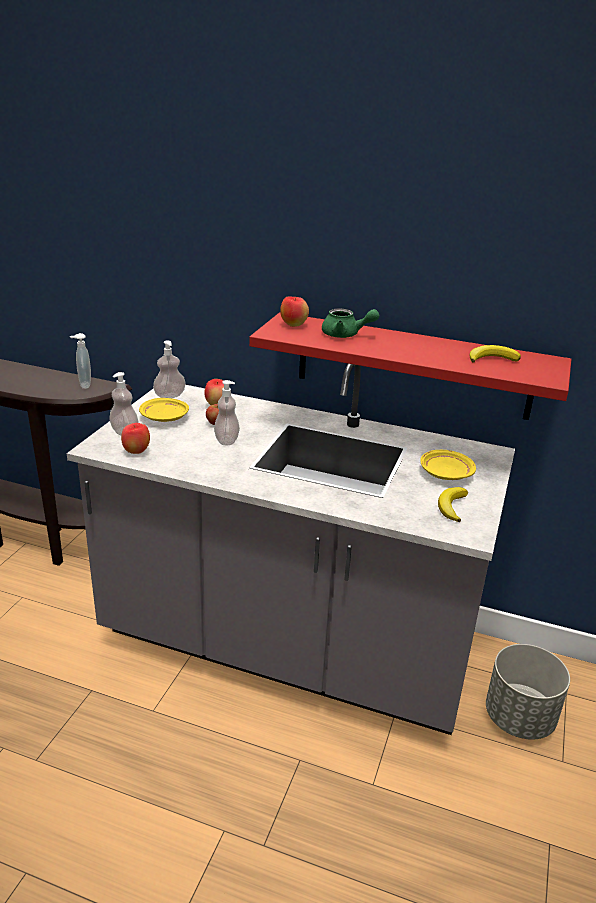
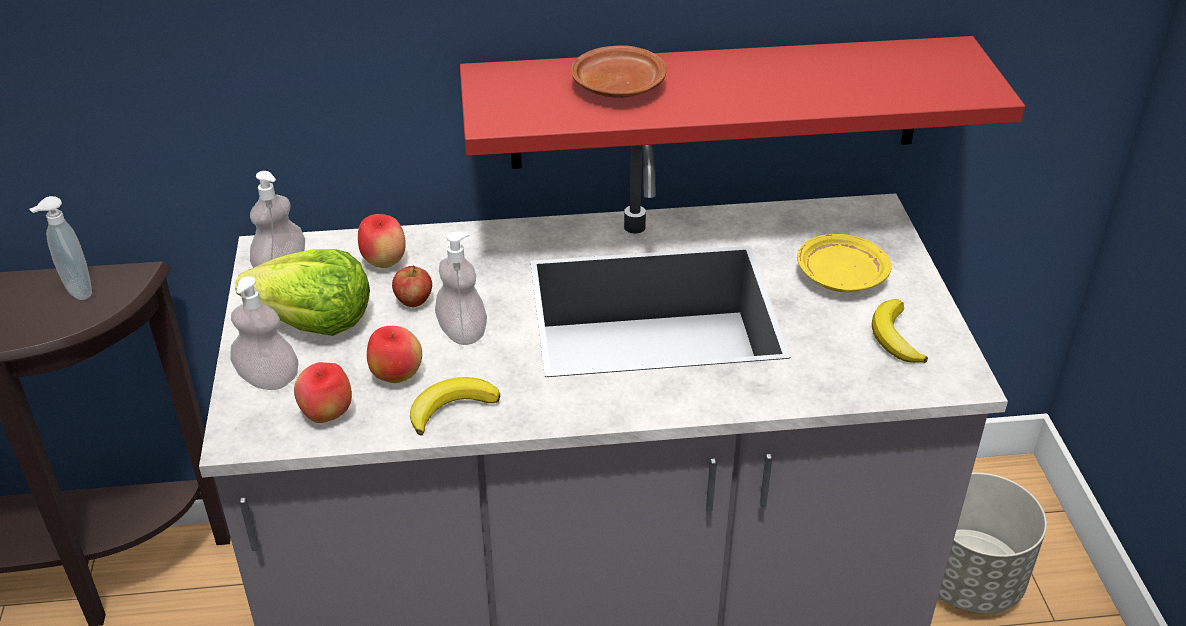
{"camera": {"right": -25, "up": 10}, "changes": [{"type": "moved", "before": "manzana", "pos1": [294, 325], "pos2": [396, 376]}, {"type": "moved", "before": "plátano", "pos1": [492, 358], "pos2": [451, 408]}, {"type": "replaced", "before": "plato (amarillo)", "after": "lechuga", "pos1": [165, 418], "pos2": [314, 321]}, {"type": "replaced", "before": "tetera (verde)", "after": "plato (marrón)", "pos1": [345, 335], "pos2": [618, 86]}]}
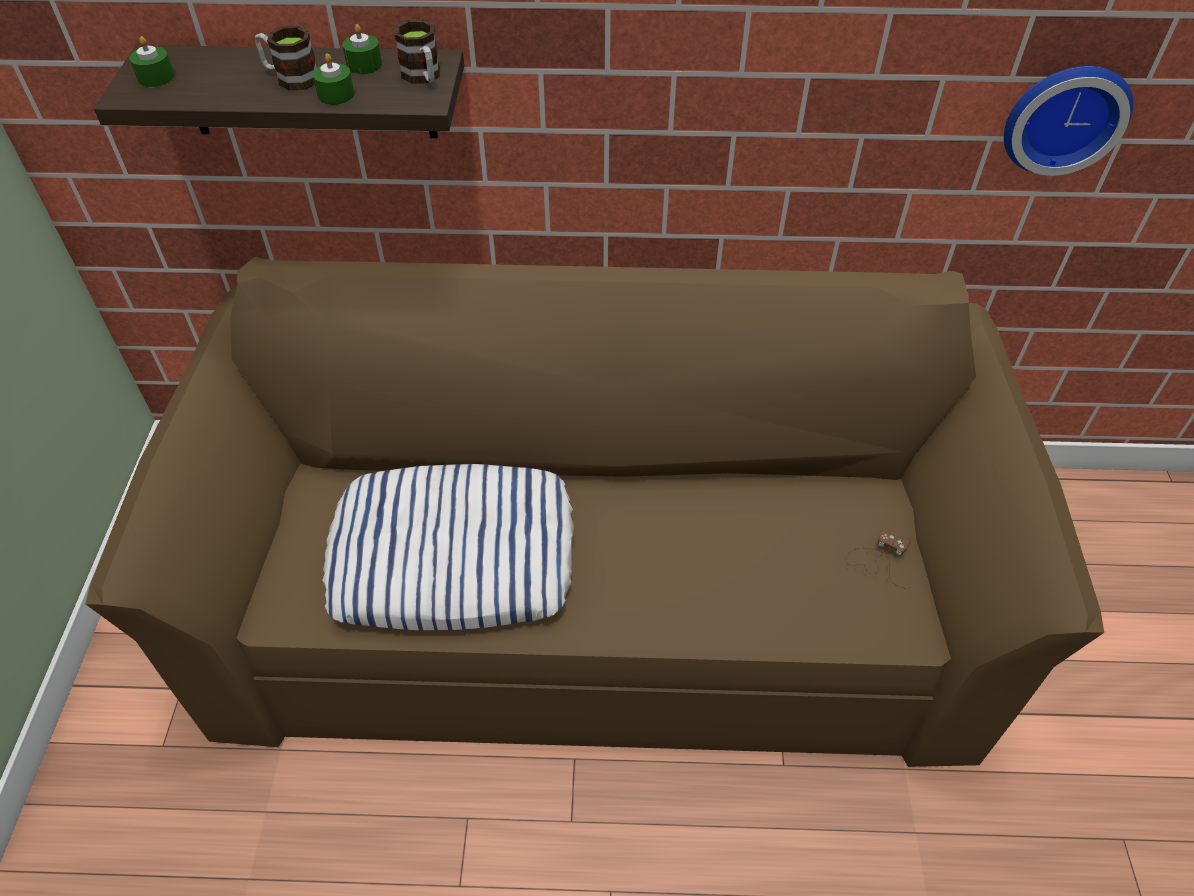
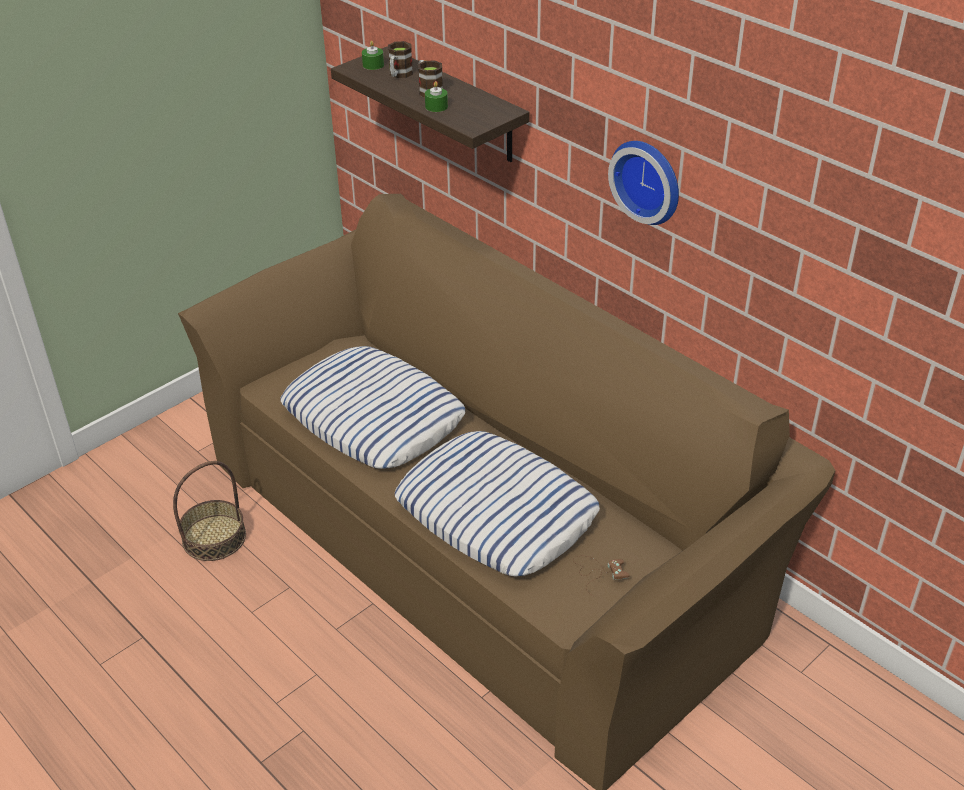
{"camera": {"right": 45, "up": -10}, "changes": [{"type": "removed", "before": "vela (verde)", "pos1": [364, 65]}, {"type": "added", "after": "cesta", "pos2": [214, 537]}, {"type": "added", "after": "cojín", "pos2": [497, 512]}, {"type": "moved", "before": "taza grande", "pos1": [424, 77], "pos2": [399, 75]}, {"type": "moved", "before": "reloj de pared", "pos1": [1064, 116], "pos2": [649, 180]}]}
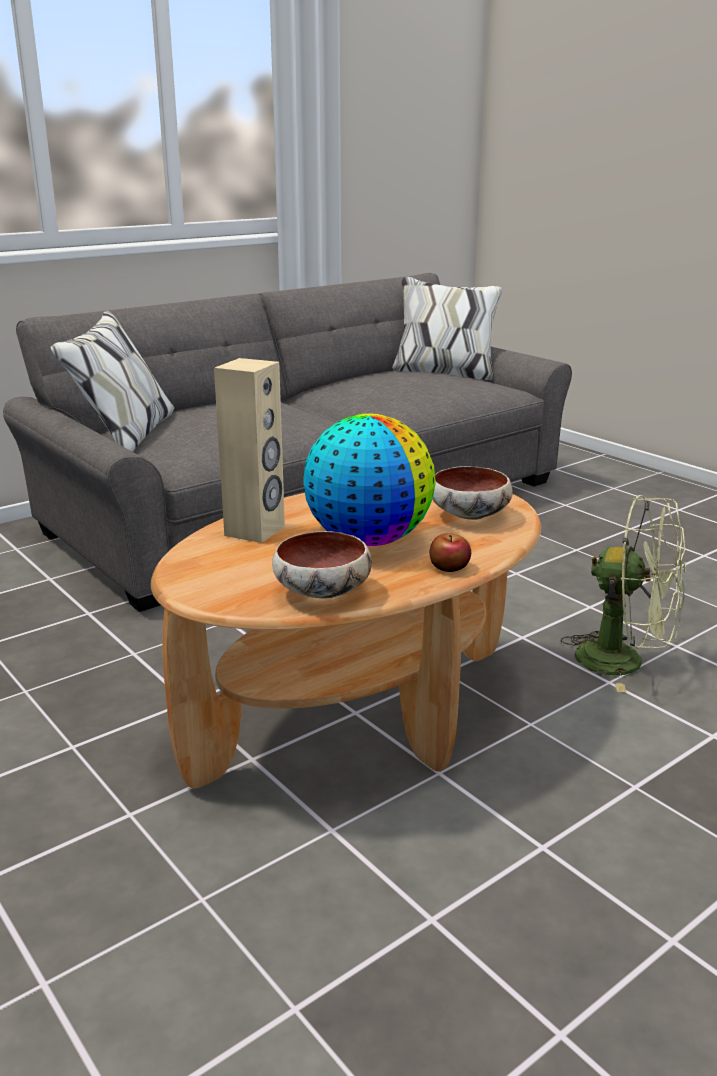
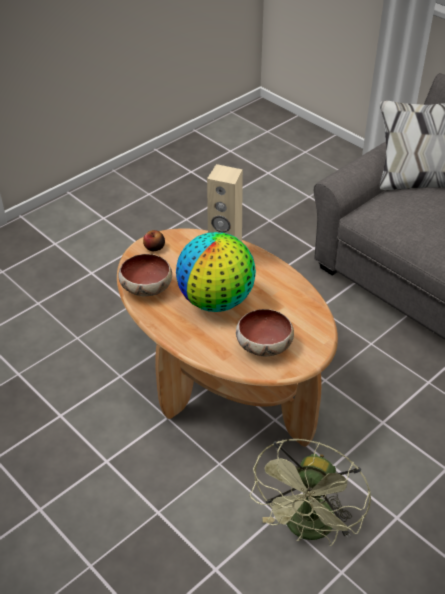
{"camera": {"right": 85, "up": 20}, "changes": [{"type": "moved", "before": "manzana", "pos1": [449, 567], "pos2": [154, 247]}]}
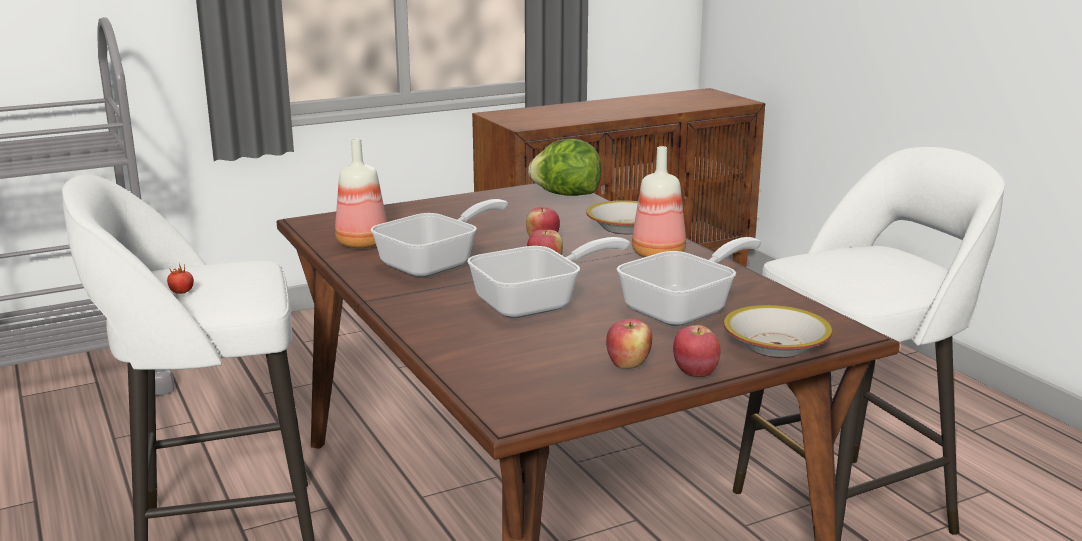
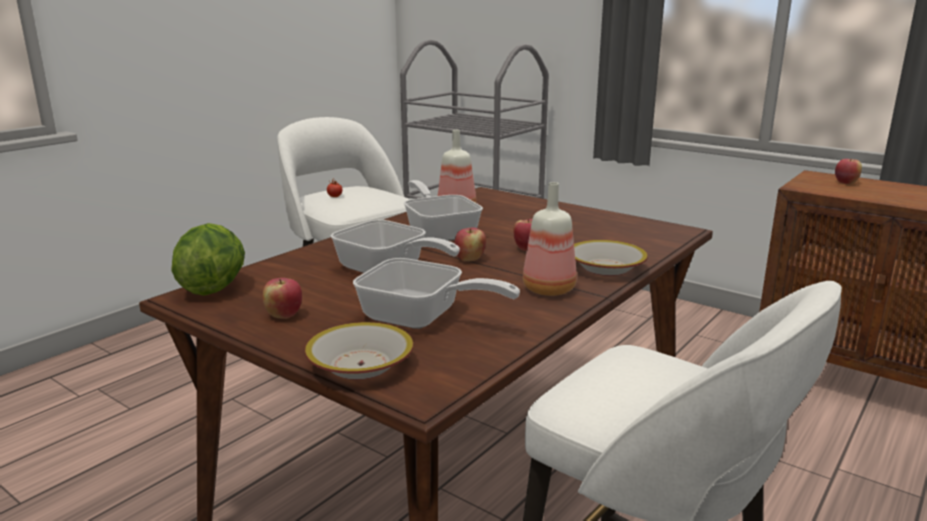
{"camera": {"right": 65, "up": 0}, "changes": [{"type": "moved", "before": "lechuga", "pos1": [566, 195], "pos2": [213, 288]}, {"type": "moved", "before": "manzana", "pos1": [695, 373], "pos2": [845, 183]}, {"type": "turned", "before": "sartén", "pos1": [437, 263], "pos2": [440, 232], "turn": -135}]}
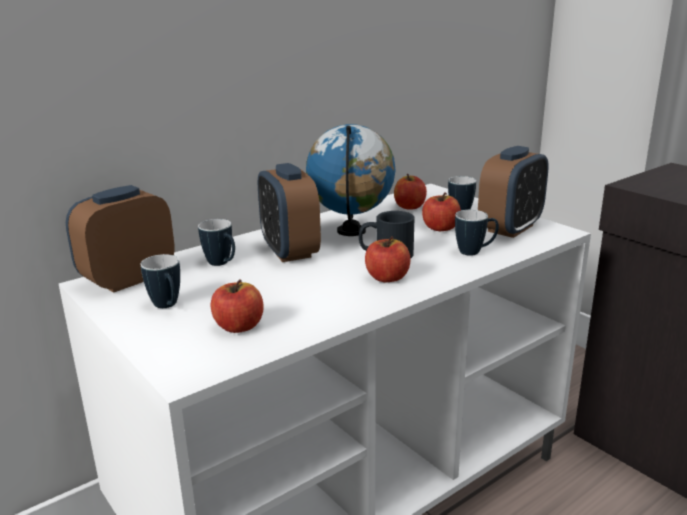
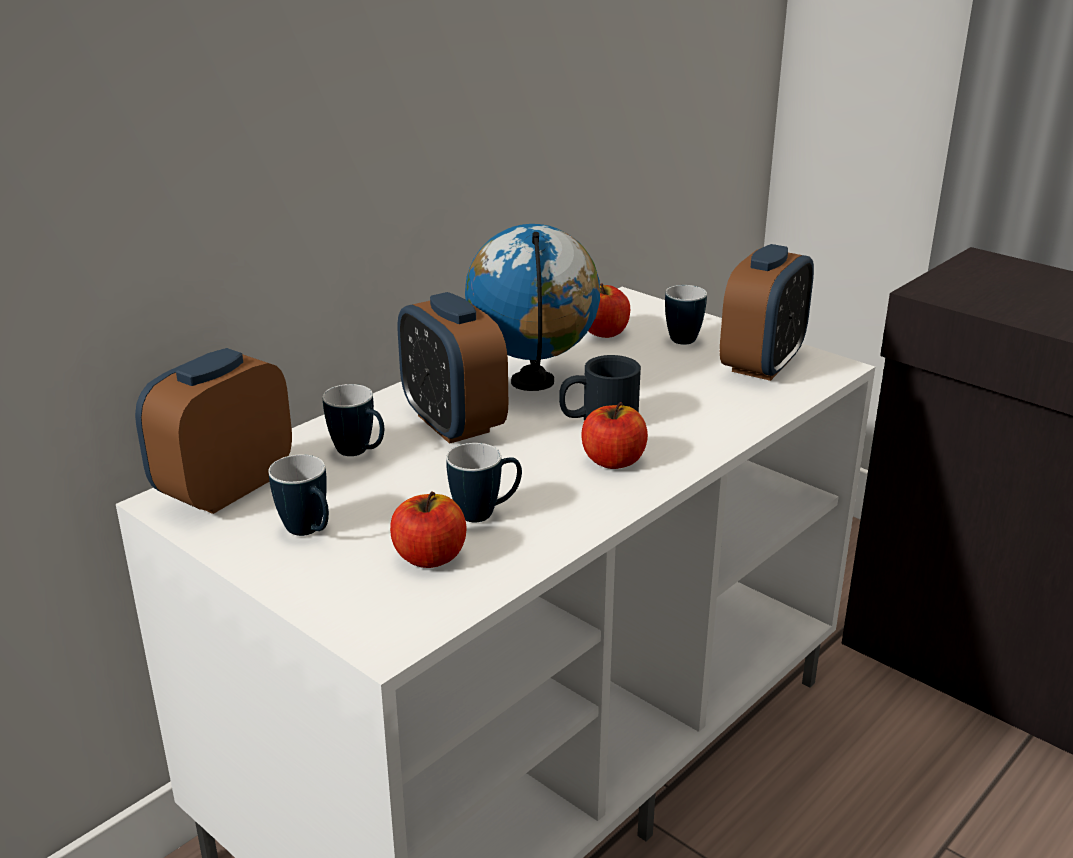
{"camera": {"right": -10, "up": 5}, "changes": [{"type": "removed", "before": "manzana", "pos1": [440, 228]}, {"type": "moved", "before": "taza grande", "pos1": [475, 252], "pos2": [485, 513]}]}
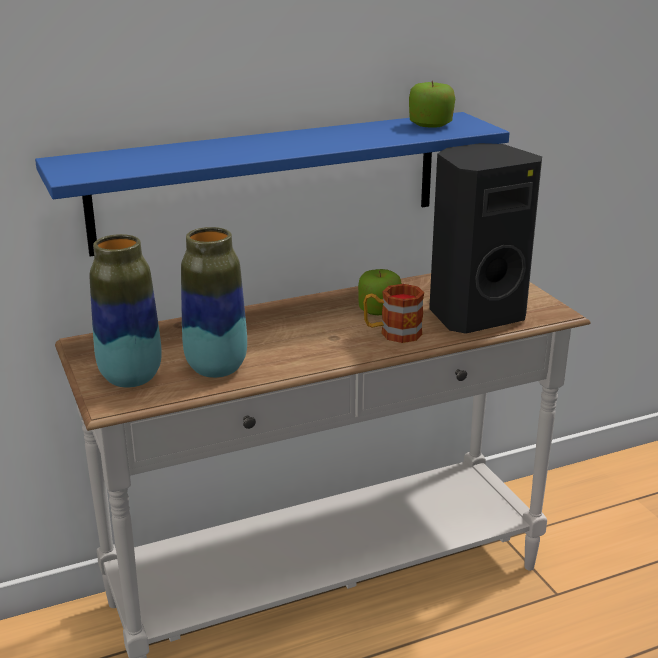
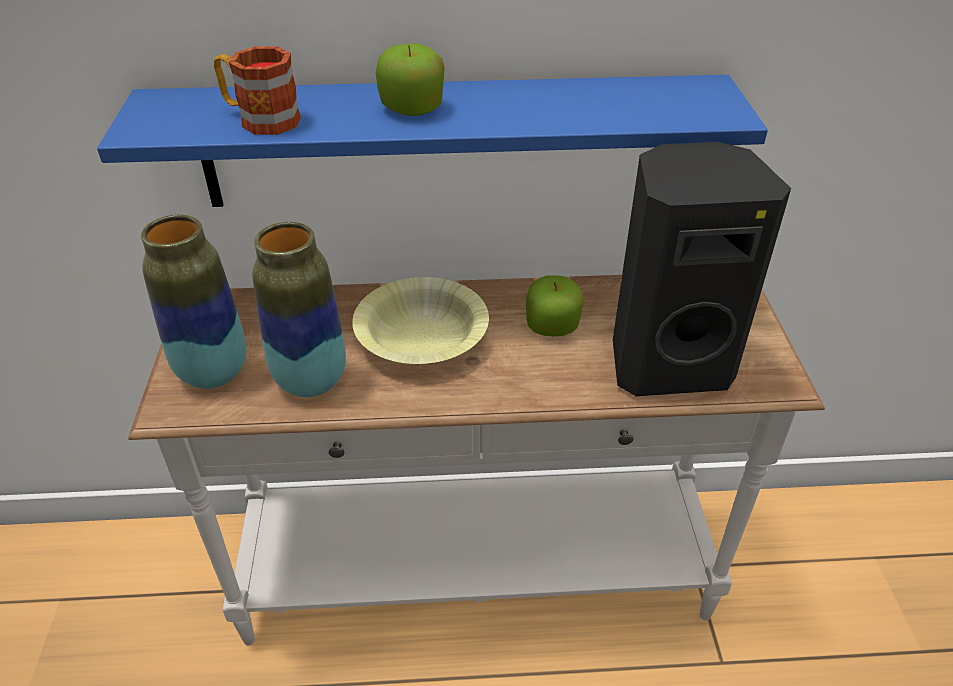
{"camera": {"right": 20, "up": 15}, "changes": [{"type": "added", "after": "cuenco (amarillo)", "pos2": [422, 337]}, {"type": "moved", "before": "taza grande", "pos1": [392, 333], "pos2": [260, 119]}, {"type": "moved", "before": "manzana", "pos1": [430, 125], "pos2": [412, 109]}]}
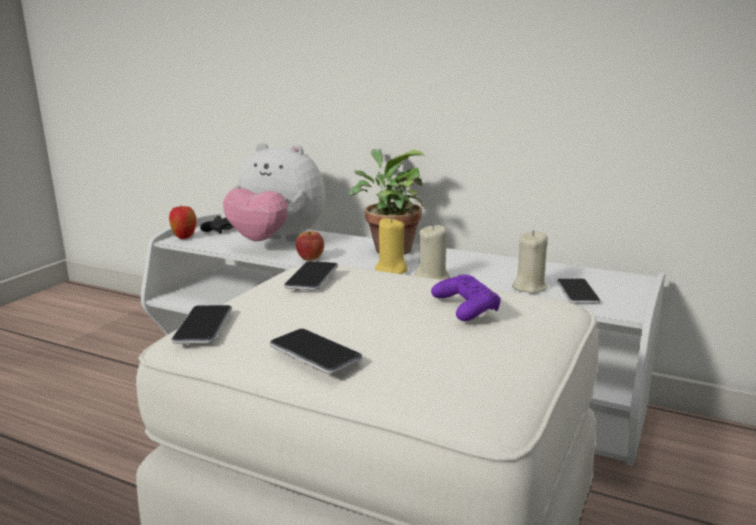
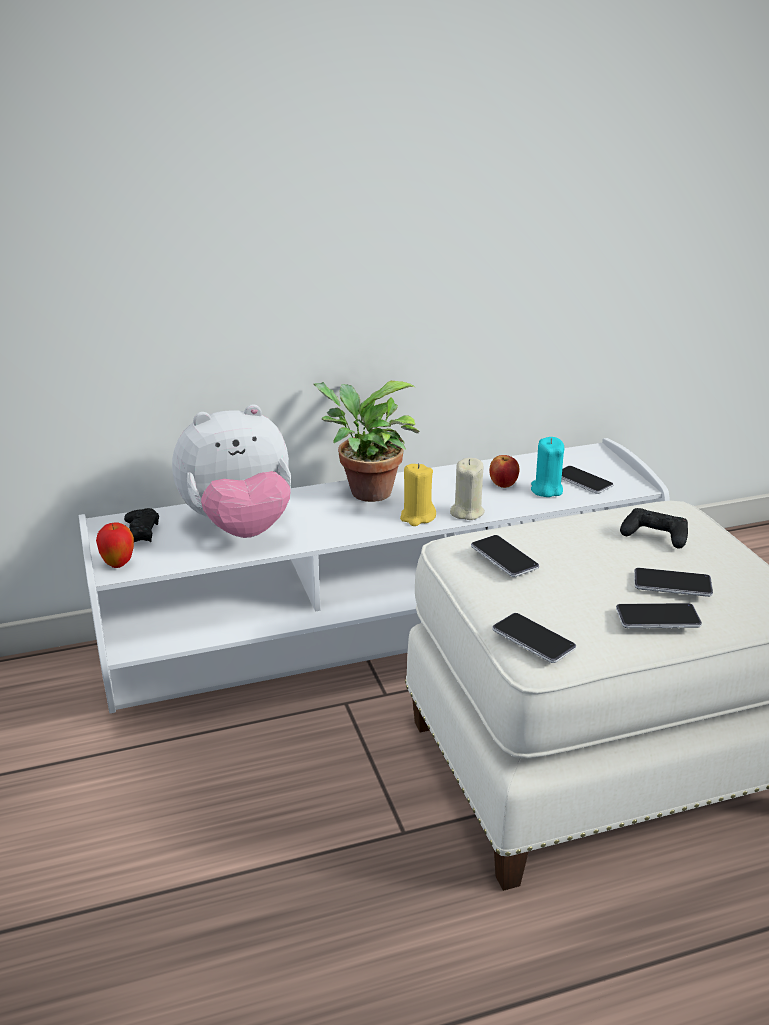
{"camera": {"right": -45, "up": 10}, "changes": [{"type": "added", "after": "móvil", "pos2": [672, 584]}, {"type": "moved", "before": "manzana", "pos1": [311, 259], "pos2": [503, 484]}, {"type": "recoloured", "before": "mando de consola (morado)", "after": "mando de consola (negro)", "pos1": [465, 306], "pos2": [655, 535]}, {"type": "recoloured", "before": "vela (beis)", "after": "vela (turquesa)", "pos1": [529, 287], "pos2": [546, 490]}]}
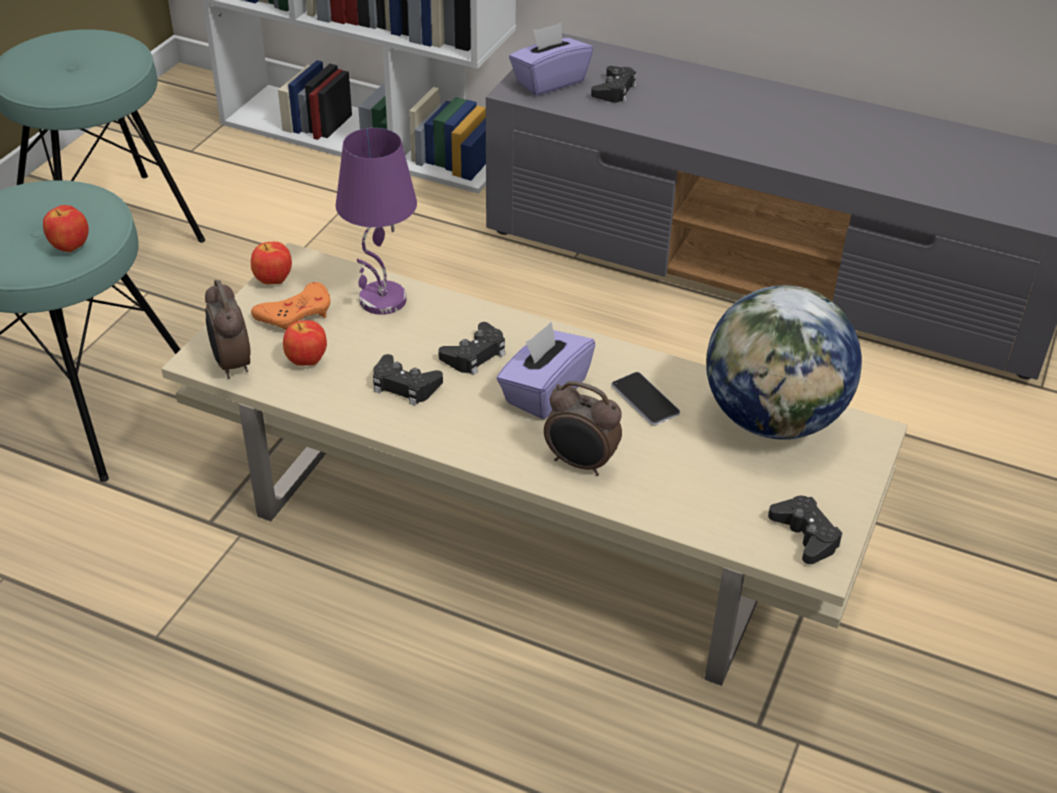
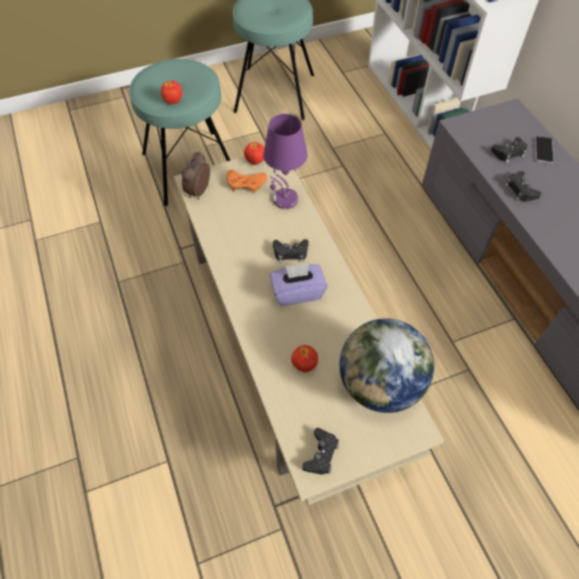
{"camera": {"right": 45, "up": 15}, "changes": [{"type": "removed", "before": "caja de pañuelos (morado)", "pos1": [549, 81]}, {"type": "removed", "before": "despertador", "pos1": [580, 463]}, {"type": "moved", "before": "manzana", "pos1": [306, 362], "pos2": [304, 365]}, {"type": "moved", "before": "mando de consola (negro)", "pos1": [405, 386], "pos2": [520, 190]}, {"type": "moved", "before": "móvil", "pos1": [645, 400], "pos2": [543, 150]}]}
